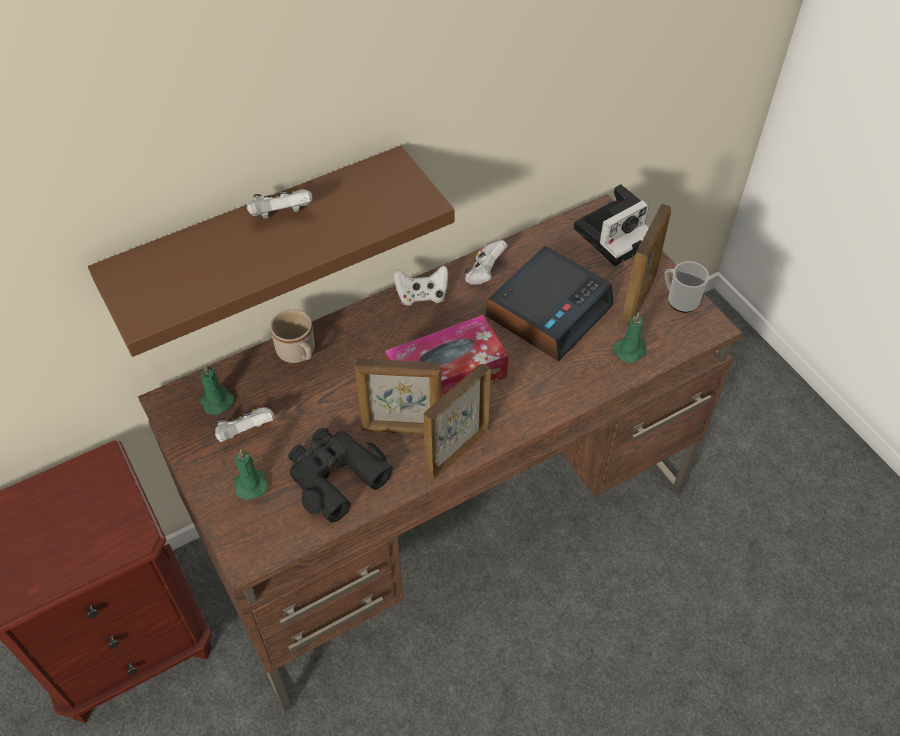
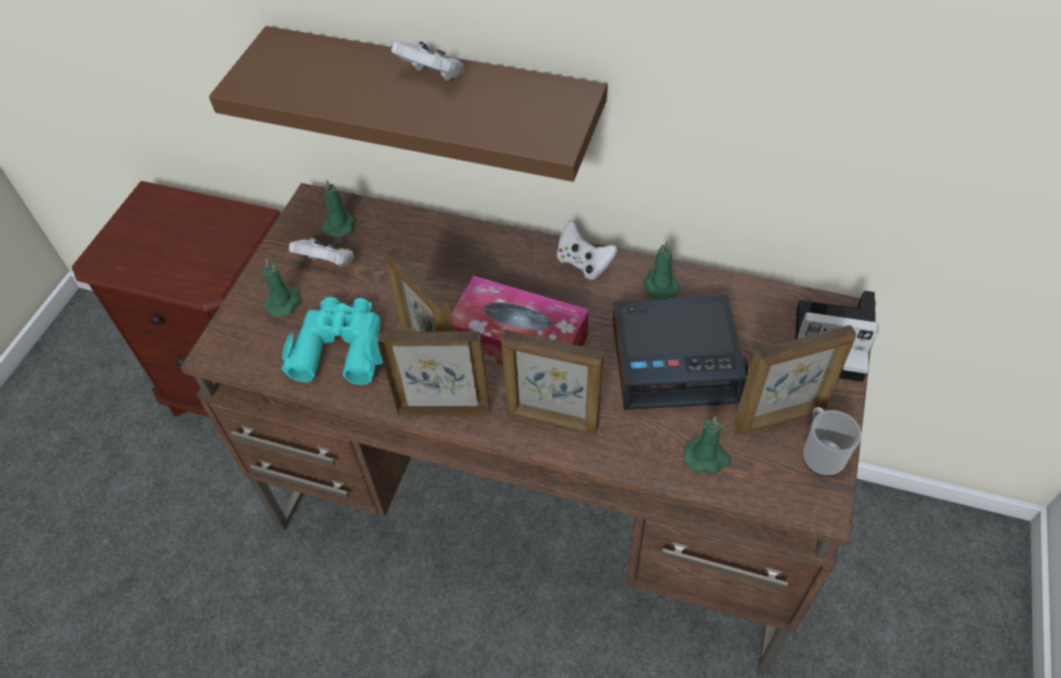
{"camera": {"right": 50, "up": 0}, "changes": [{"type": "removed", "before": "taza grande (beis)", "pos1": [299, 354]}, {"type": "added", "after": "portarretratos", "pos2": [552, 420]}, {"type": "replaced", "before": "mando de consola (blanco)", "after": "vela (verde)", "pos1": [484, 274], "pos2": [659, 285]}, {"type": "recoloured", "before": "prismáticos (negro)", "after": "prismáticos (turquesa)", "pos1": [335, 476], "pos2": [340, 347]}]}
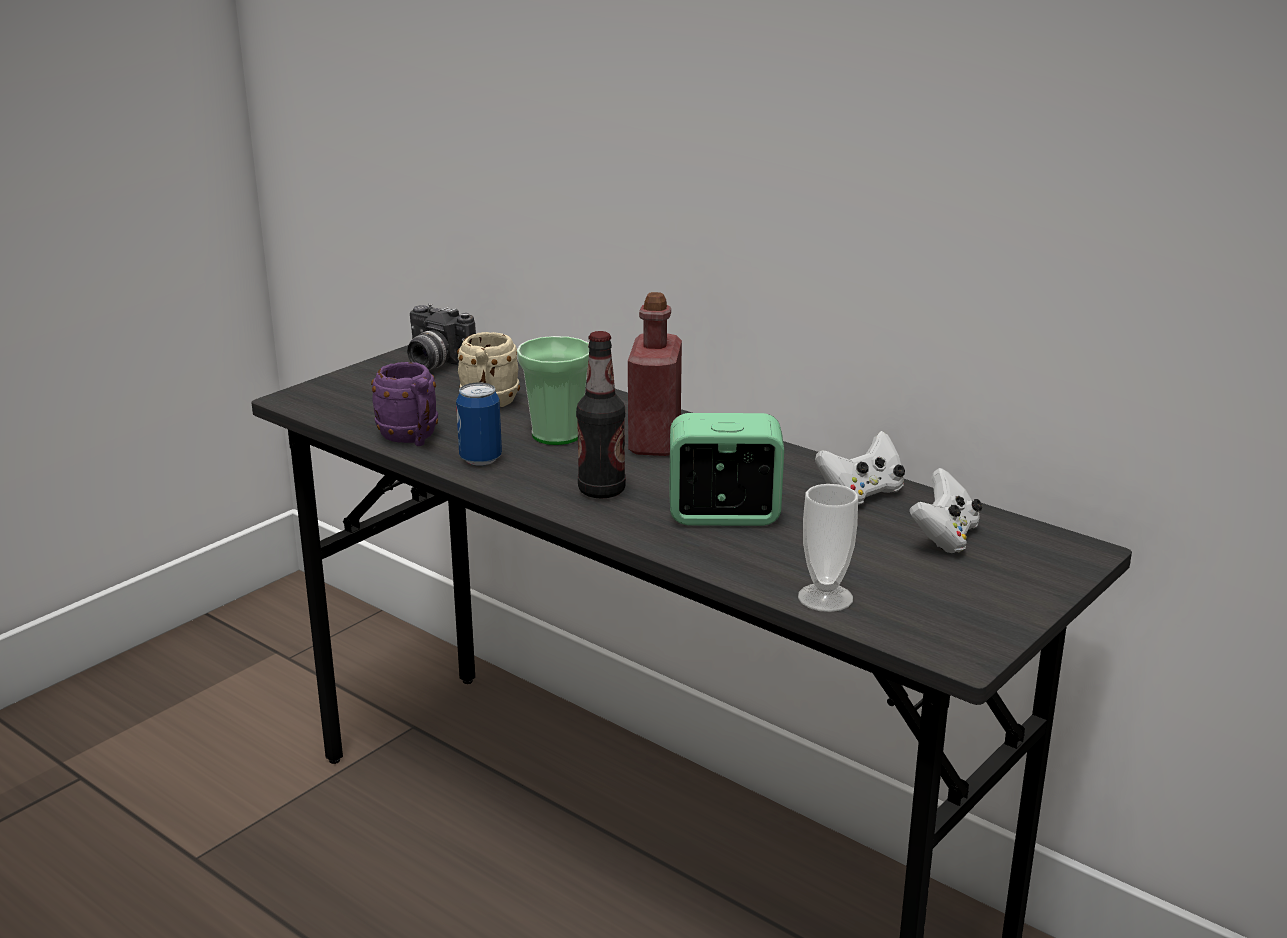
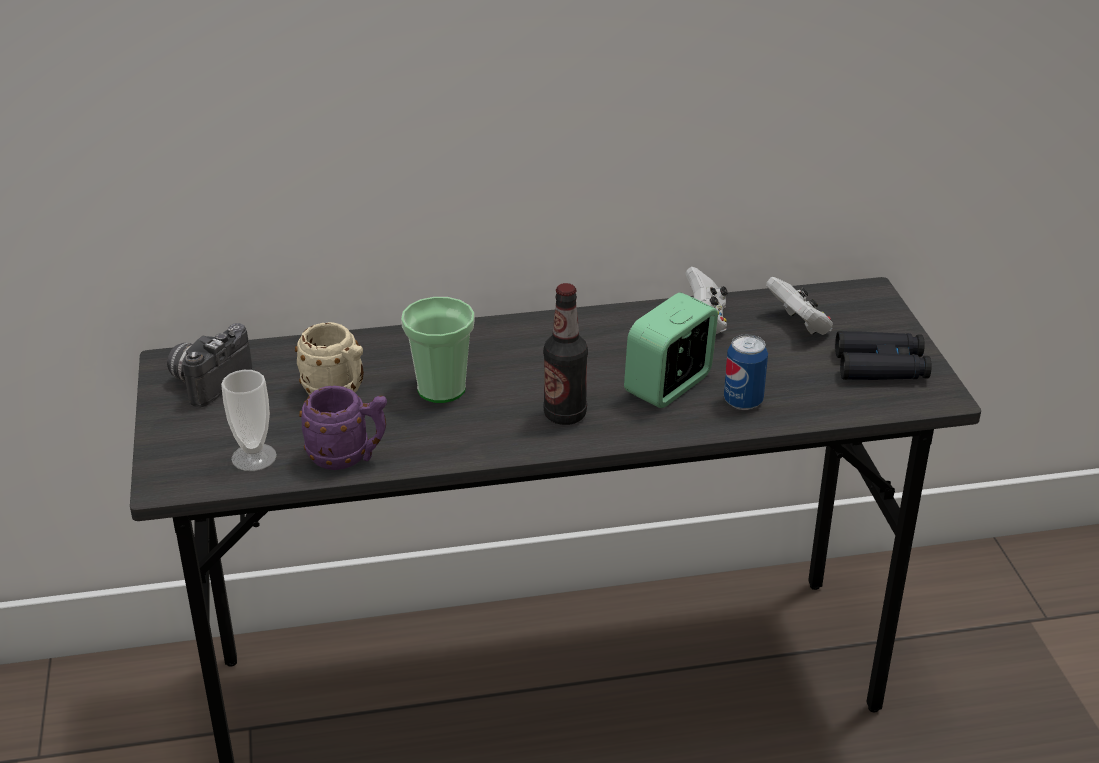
{"camera": {"right": -50, "up": 10}, "changes": [{"type": "removed", "before": "botella (rojo)", "pos1": [654, 442]}, {"type": "added", "after": "prismáticos (negro)", "pos2": [881, 366]}, {"type": "moved", "before": "lata", "pos1": [480, 459], "pos2": [743, 402]}, {"type": "moved", "before": "taza", "pos1": [825, 598], "pos2": [254, 457]}, {"type": "turned", "before": "cámara", "pos1": [435, 364], "pos2": [208, 381], "turn": 135}]}
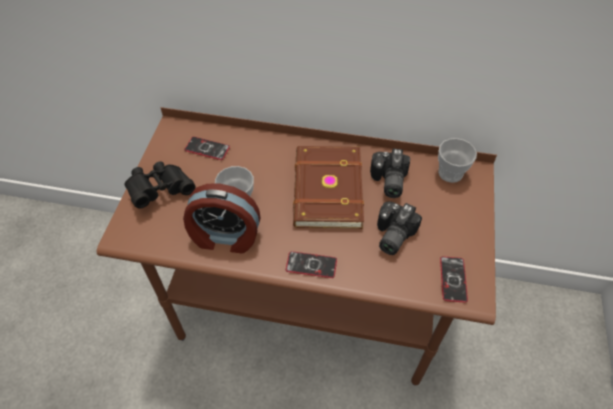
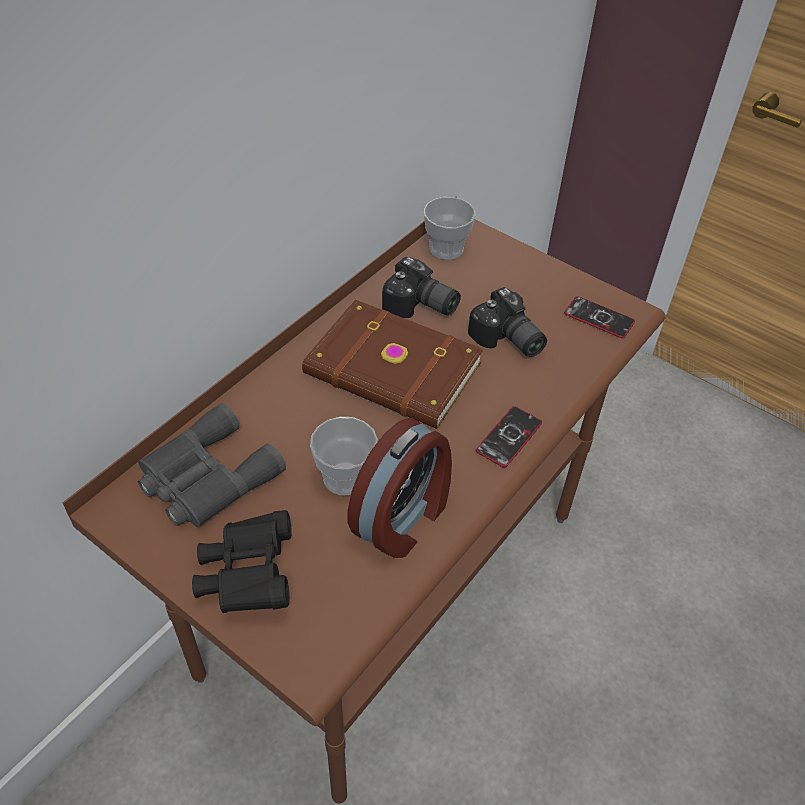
{"camera": {"right": -65, "up": -5}, "changes": [{"type": "replaced", "before": "móvil", "after": "prismáticos (gris)", "pos1": [207, 149], "pos2": [205, 478]}]}
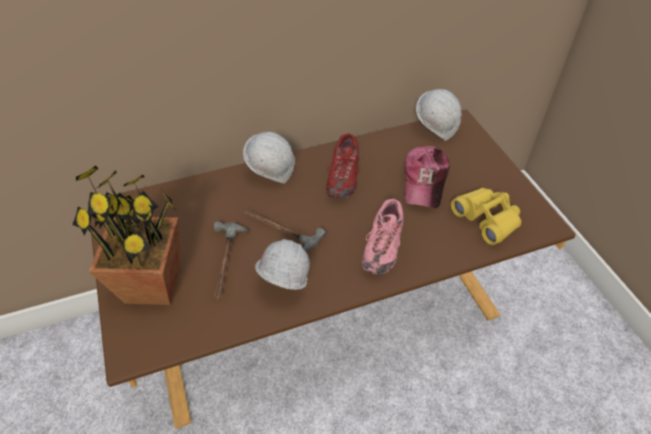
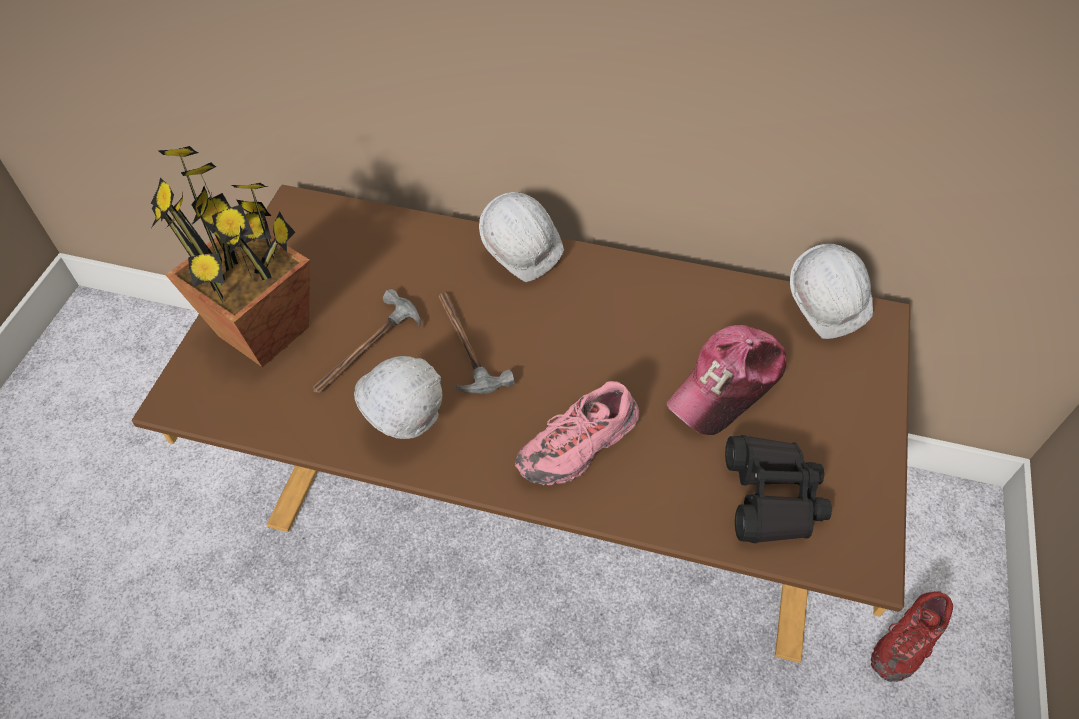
{"camera": {"right": 35, "up": 5}, "changes": [{"type": "moved", "before": "zapato (rojo)", "pos1": [343, 177], "pos2": [907, 641]}, {"type": "recoloured", "before": "prismáticos (amarillo)", "after": "prismáticos (negro)", "pos1": [487, 219], "pos2": [772, 497]}]}
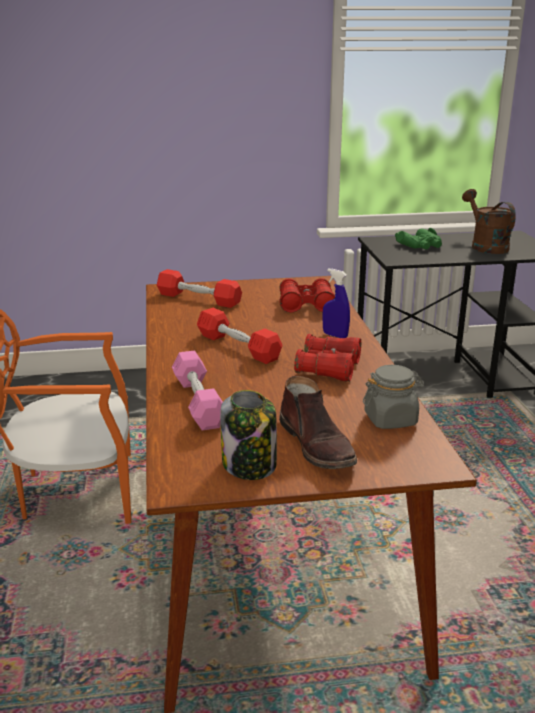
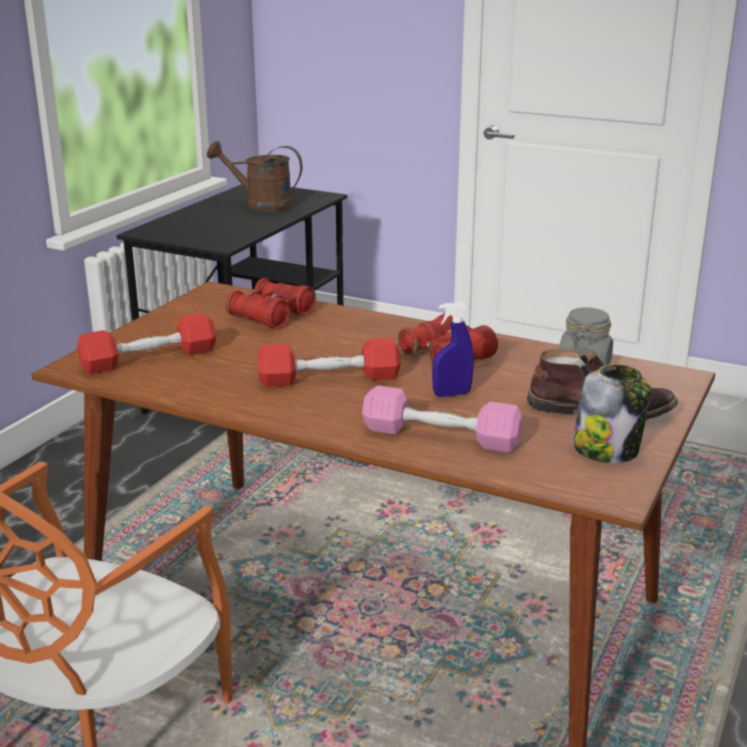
{"camera": {"right": -55, "up": 0}, "changes": [{"type": "removed", "before": "prismáticos (verde)", "pos1": [420, 246]}, {"type": "moved", "before": "pulverizador (azul)", "pos1": [335, 335], "pos2": [452, 394]}]}
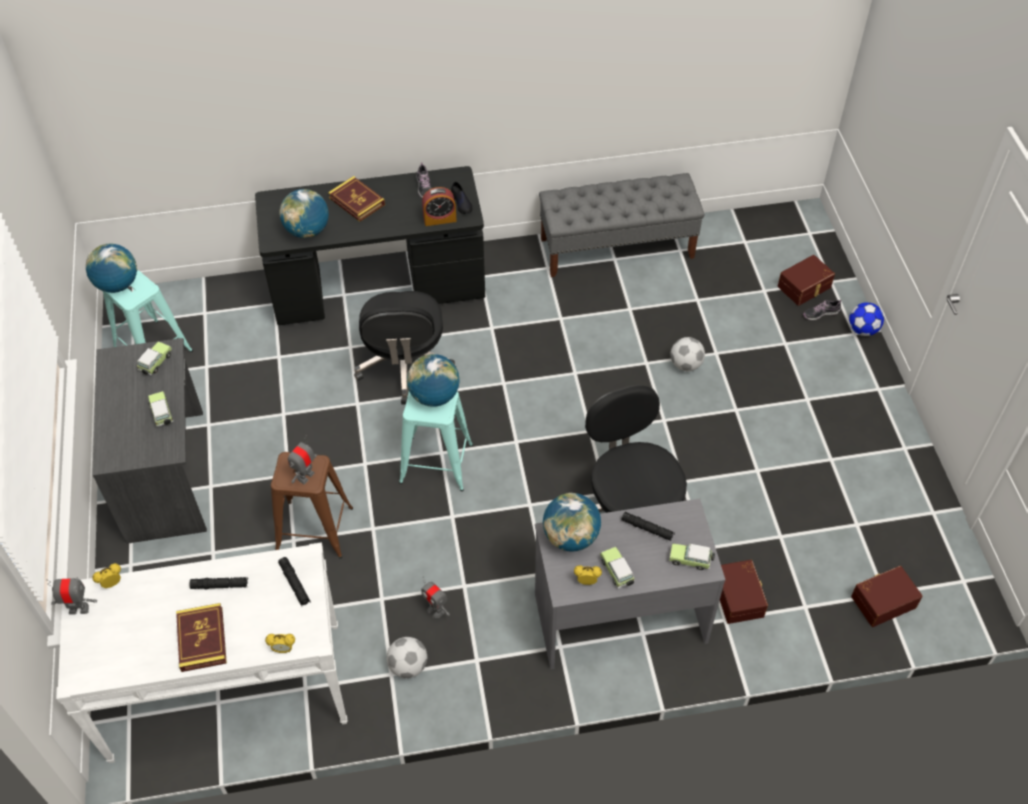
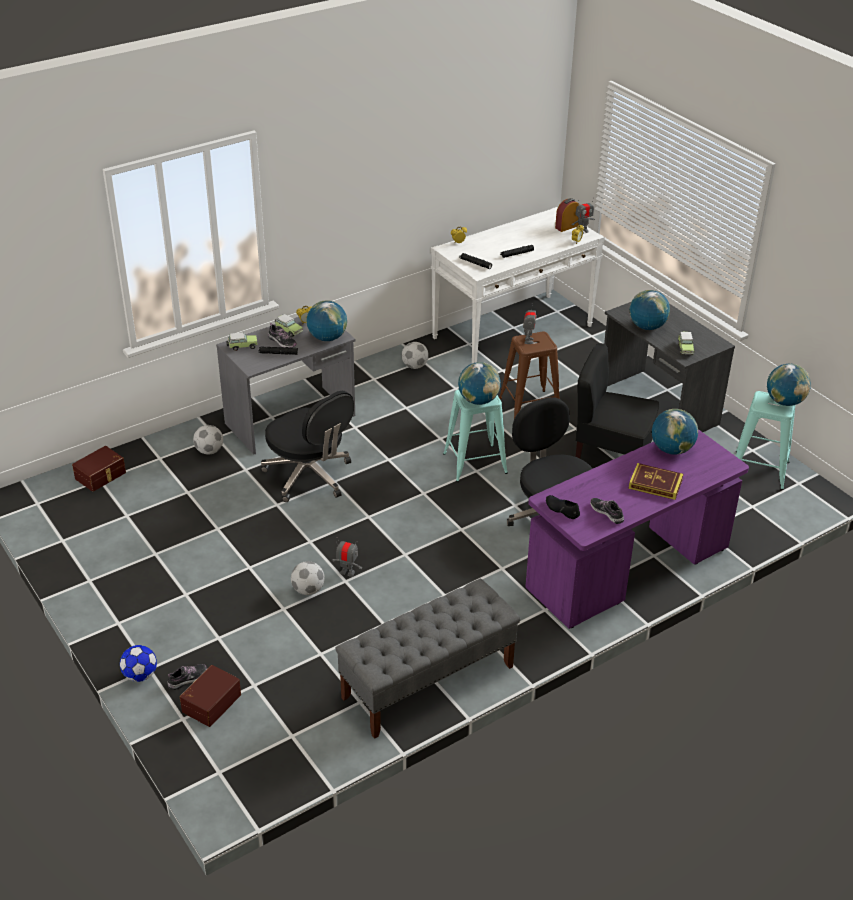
{"camera": {"right": 155, "up": -15}, "changes": [{"type": "removed", "before": "libro", "pos1": [202, 639]}, {"type": "added", "after": "zapato", "pos2": [282, 342]}, {"type": "added", "after": "silla (negro)", "pos2": [611, 456]}, {"type": "moved", "before": "robot de juguete", "pos1": [436, 610], "pos2": [347, 572]}, {"type": "moved", "before": "despertador", "pos1": [439, 219], "pos2": [567, 226]}, {"type": "replaced", "before": "coche de juguete", "after": "globo terráqueo", "pos1": [162, 414], "pos2": [647, 327]}, {"type": "replaced", "before": "caja de almacenaje (marrón)", "after": "balón de fútbol", "pos1": [739, 596], "pos2": [209, 451]}, {"type": "recoloured", "before": "escritorio (negro)", "after": "escritorio (morado)", "pos1": [378, 288], "pos2": [628, 570]}]}
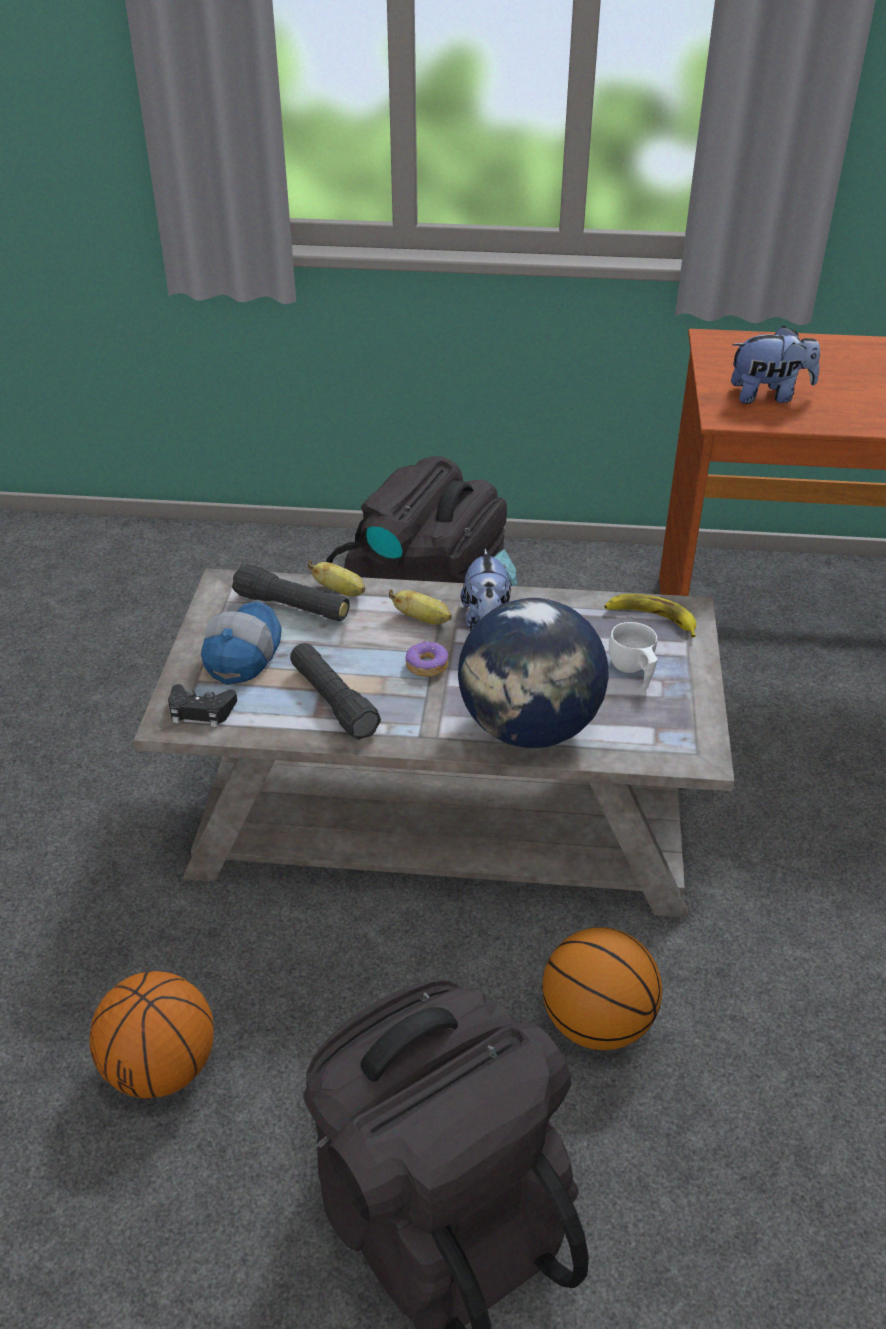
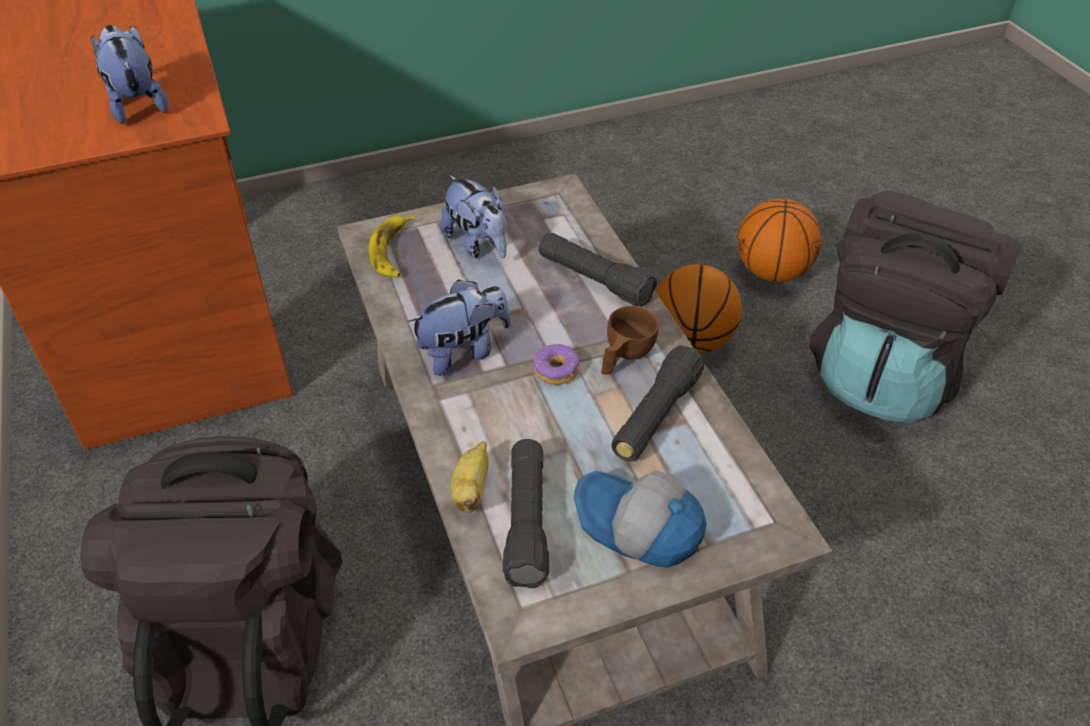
{"camera": {"right": -115, "up": 5}, "changes": [{"type": "removed", "before": "mando de consola (negro)", "pos1": [201, 711]}, {"type": "removed", "before": "plátano", "pos1": [423, 619]}, {"type": "added", "after": "taza (marrón)", "pos2": [624, 357]}, {"type": "moved", "before": "balón de baloncesto", "pos1": [160, 1068], "pos2": [773, 272]}, {"type": "replaced", "before": "globo terráqueo", "after": "linterna (negro)", "pos1": [530, 728], "pos2": [595, 280]}, {"type": "replaced", "before": "taza (blanco)", "after": "peluche", "pos1": [633, 671], "pos2": [478, 244]}, {"type": "turned", "before": "gorra", "pos1": [241, 653], "pos2": [637, 528], "turn": 45}]}
